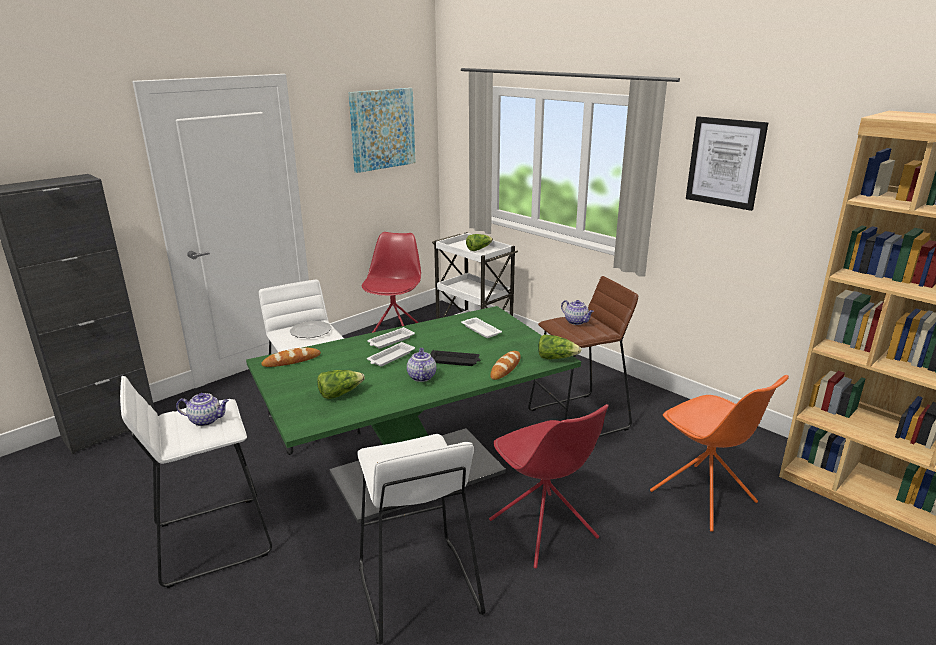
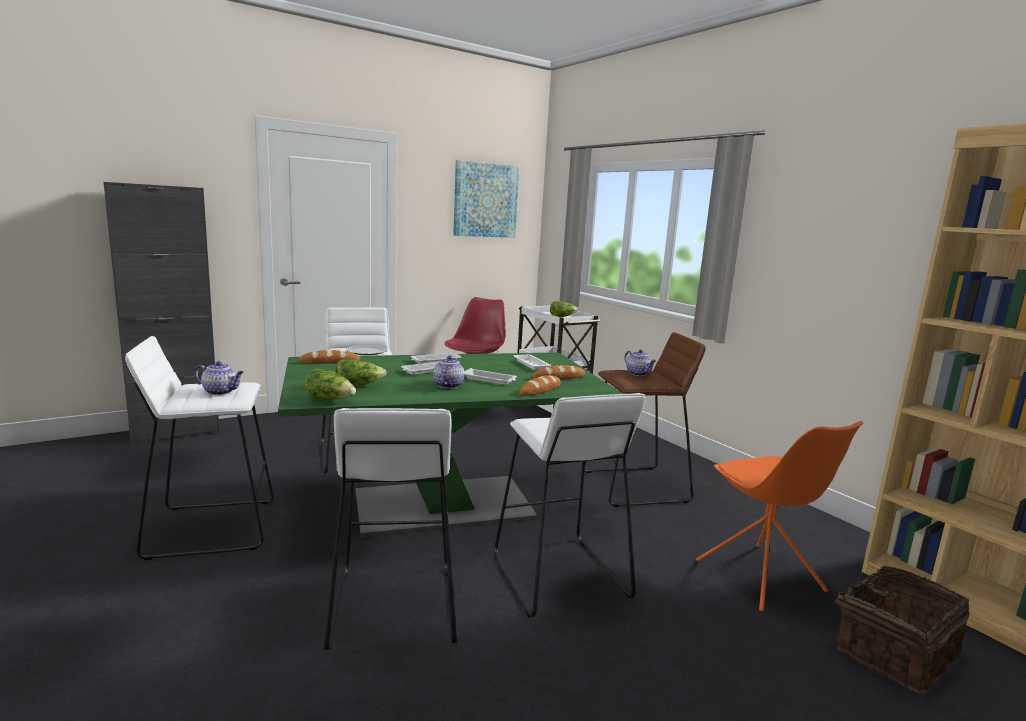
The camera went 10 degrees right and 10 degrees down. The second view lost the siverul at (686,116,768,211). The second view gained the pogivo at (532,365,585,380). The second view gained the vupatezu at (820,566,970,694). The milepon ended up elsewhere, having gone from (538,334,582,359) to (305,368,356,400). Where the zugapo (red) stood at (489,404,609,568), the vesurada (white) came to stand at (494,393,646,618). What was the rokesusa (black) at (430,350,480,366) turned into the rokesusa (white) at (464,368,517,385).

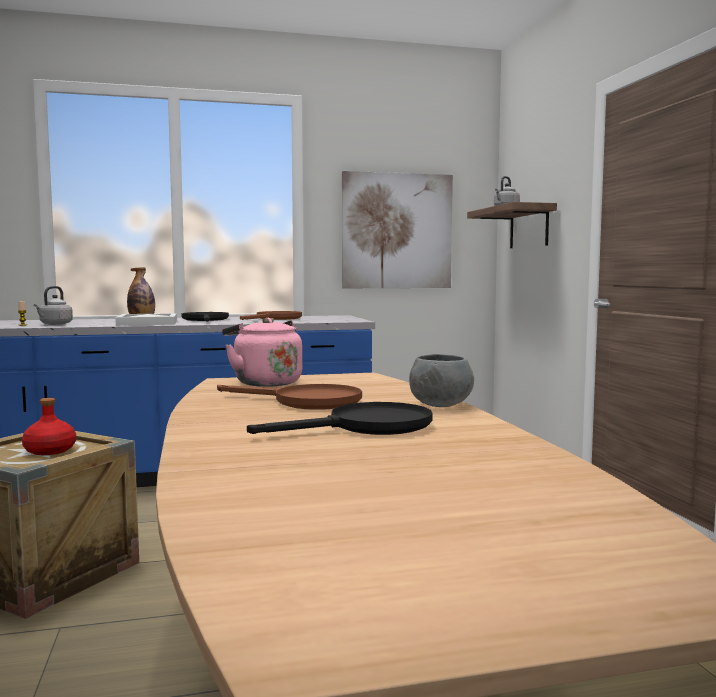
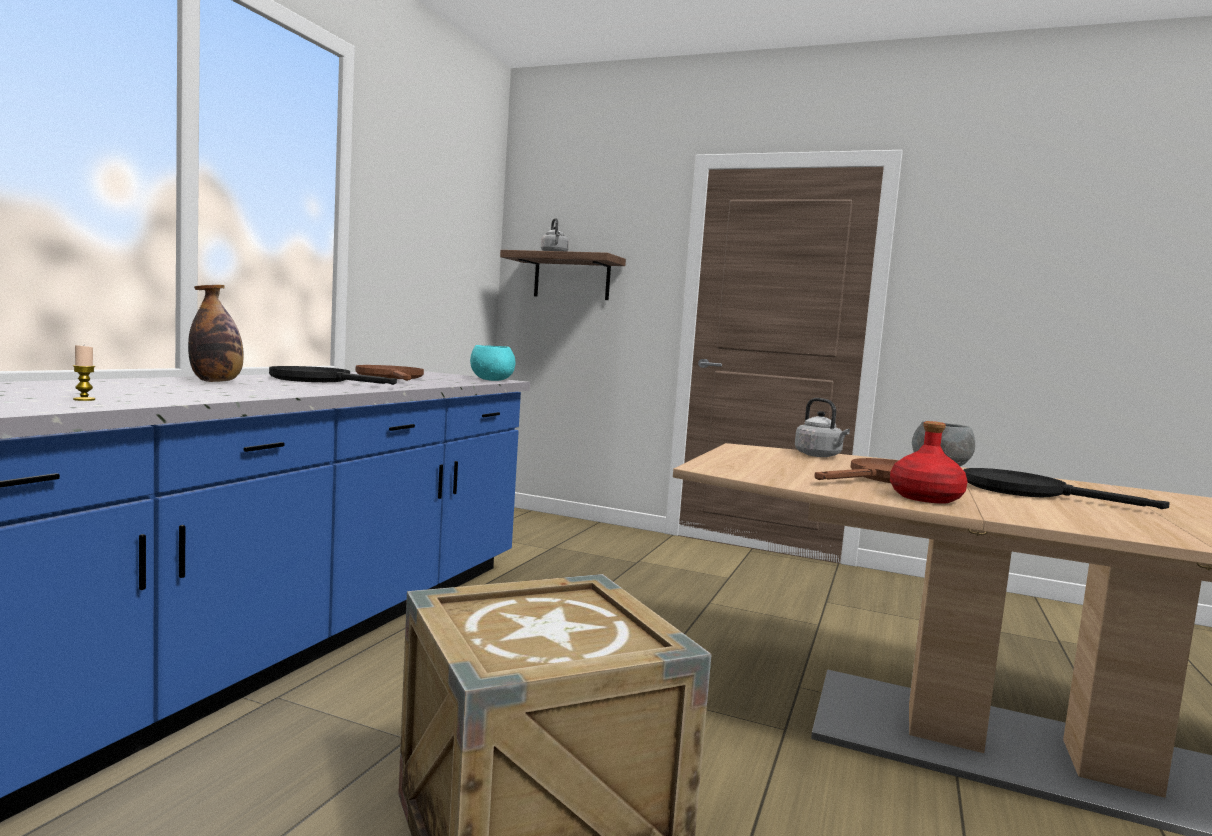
The camera went 55 degrees left and 0 degrees up. The second view lost the rokesusa (white) at (115,313,177,326). The second view lost the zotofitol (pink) at (222,318,302,387). The second view lost the siverul at (342,171,453,288). The second view gained the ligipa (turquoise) at (470,345,515,381). The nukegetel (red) ended up elsewhere, having gone from (22,398,76,455) to (890,421,968,504). The zotofitol (grey) ended up elsewhere, having gone from (34,286,73,325) to (795,398,850,457). The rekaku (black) at (247,402,432,435) ended up facing another way, 60 degrees counterclockwise from before.

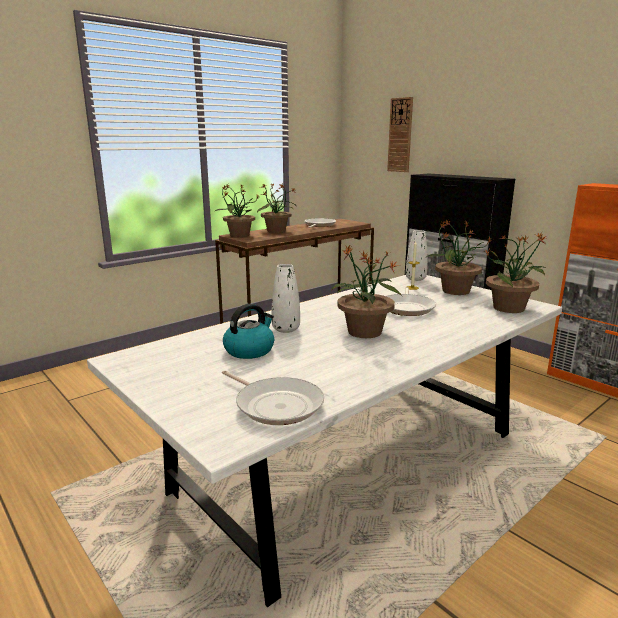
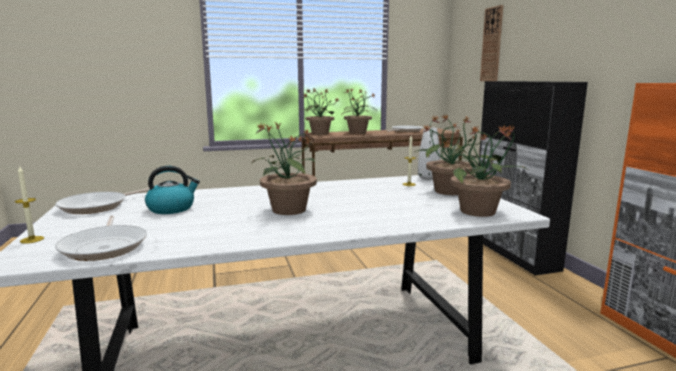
The camera went 25 degrees right and 5 degrees down. The second view lost the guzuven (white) at (272,264,300,333). The second view gained the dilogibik at (15,165,44,244). The rekaku ended up elsewhere, having gone from (386,287,436,316) to (55,188,150,214).

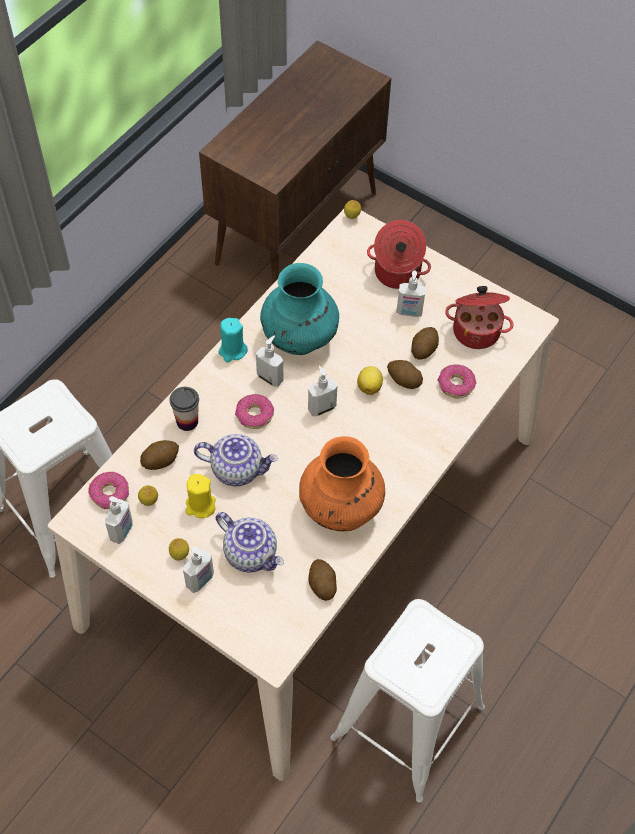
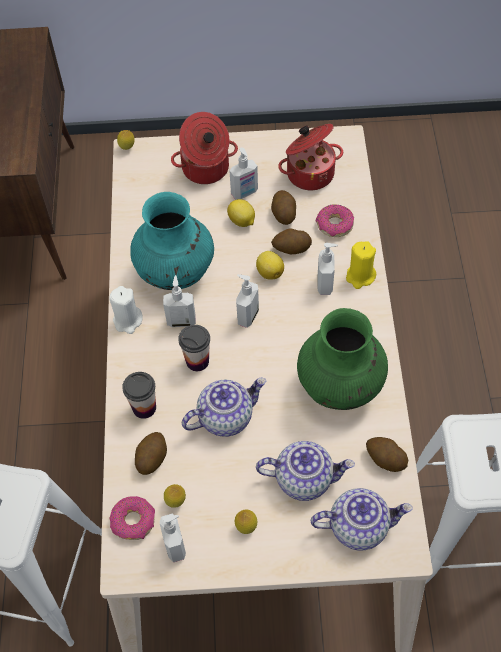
The camera went 35 degrees left and 0 degrees up. The second view gained the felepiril at (227,199,255,227). The second view gained the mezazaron at (311,488,413,551). The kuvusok ended up elsewhere, having gone from (183,547,214,593) to (318,243,338,295). The dilogibik (yellow) ended up elsewhere, having gone from (186,474,216,518) to (346,241,376,289). Where the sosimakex stood at (235,394,274,429), the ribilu came to stand at (178,325,210,371). What was the dilogibik (turquoise) at (218,318,248,362) turned into the dilogibik (white) at (109,286,143,334). What was the guzuven (orange) at (299,436,385,531) turned into the guzuven (green) at (297,308,388,410).

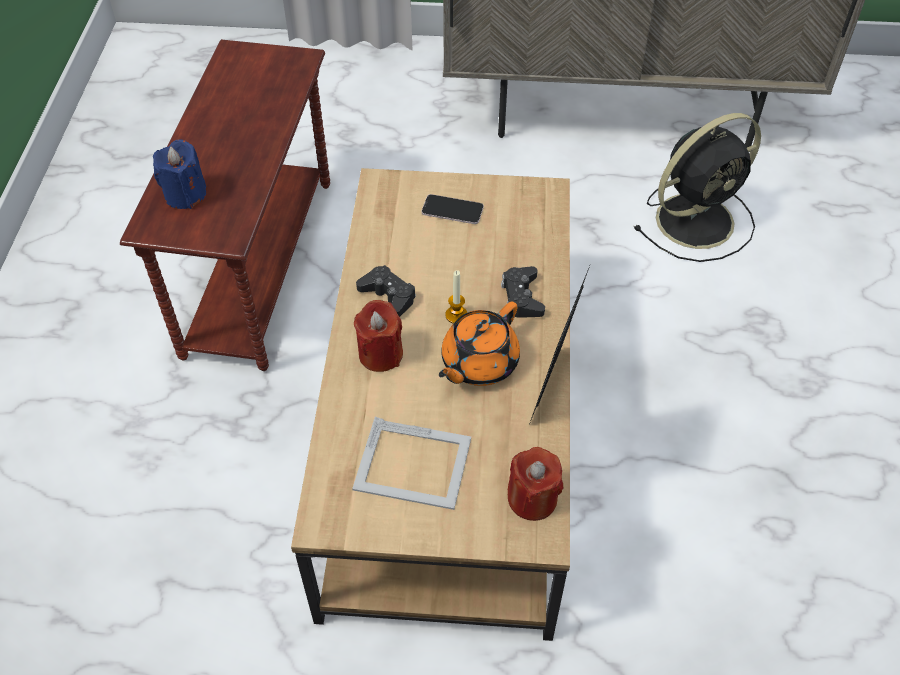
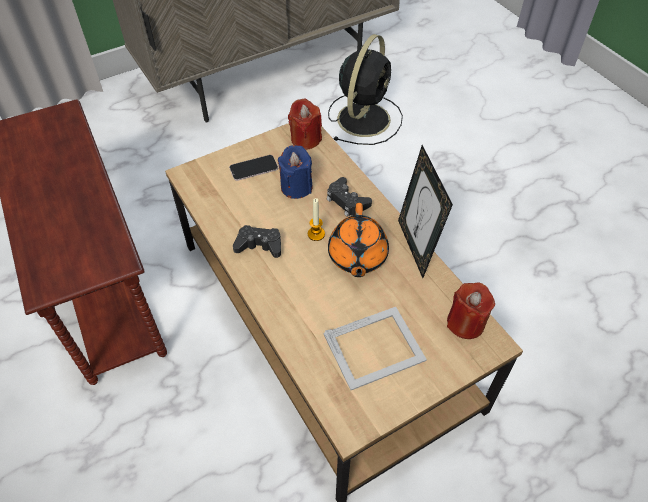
The camera went 35 degrees left and 0 degrees up. The dilogibik (blue) ended up elsewhere, having gone from (153,140,206,209) to (278,145,312,199). The dilogibik (red) ended up elsewhere, having gone from (354,300,403,372) to (288,99,322,150).

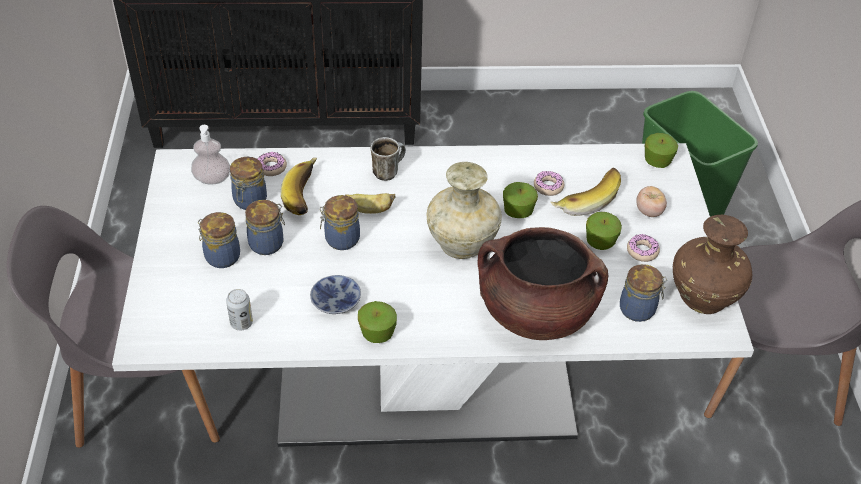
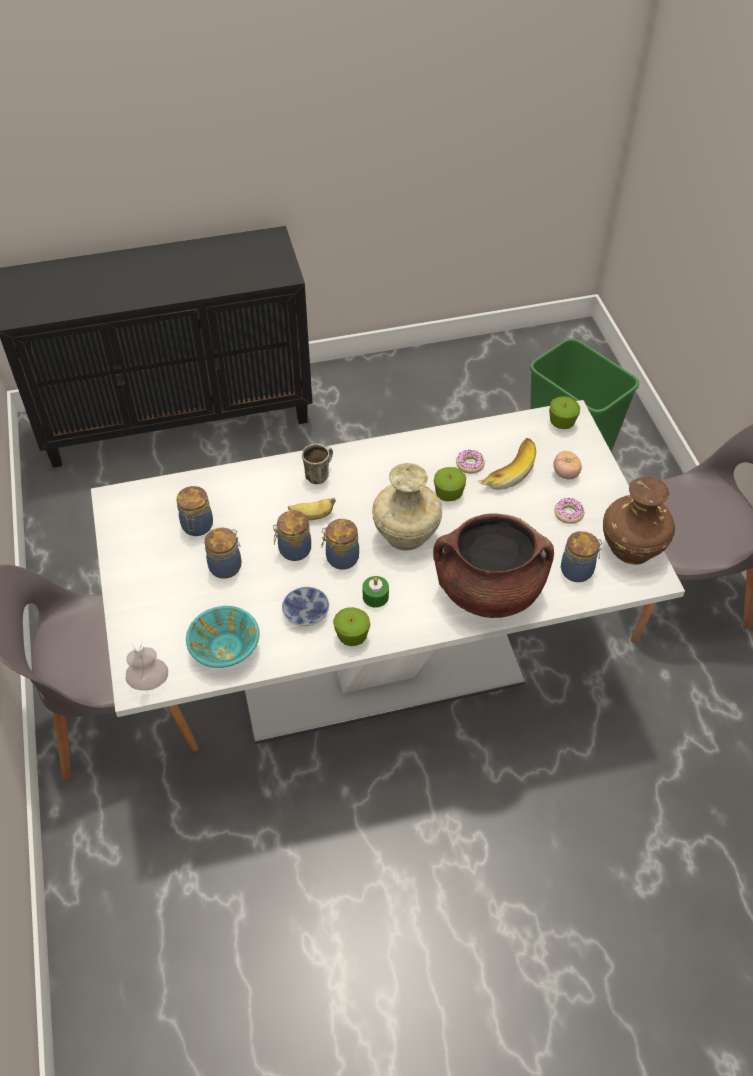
The camera went 10 degrees left and 5 degrees up. The second view lost the sosimakex at (257,152,287,176). The second view lost the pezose at (281,158,317,215). The second view lost the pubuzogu at (586,212,622,250). The second view gained the dilogibik (green) at (363,576,389,608). The kuvusok ended up elsewhere, having gone from (191,125,230,185) to (126,638,168,691). The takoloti ended up elsewhere, having gone from (198,212,240,268) to (322,519,359,570). Where the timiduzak stood at (226,289,253,330), the ligipa (turquoise) came to stand at (186,606,260,668).

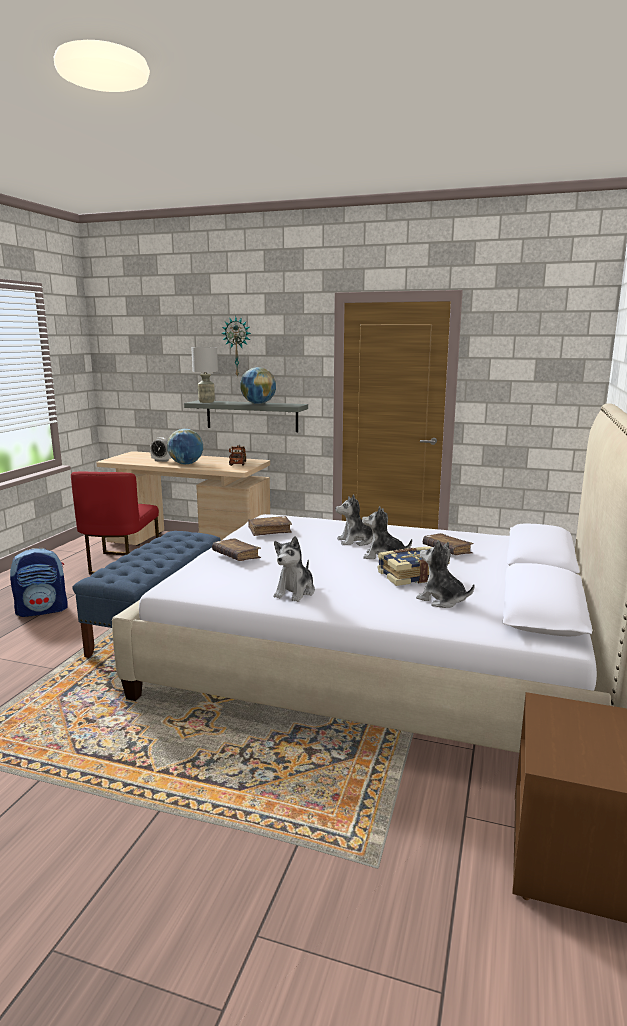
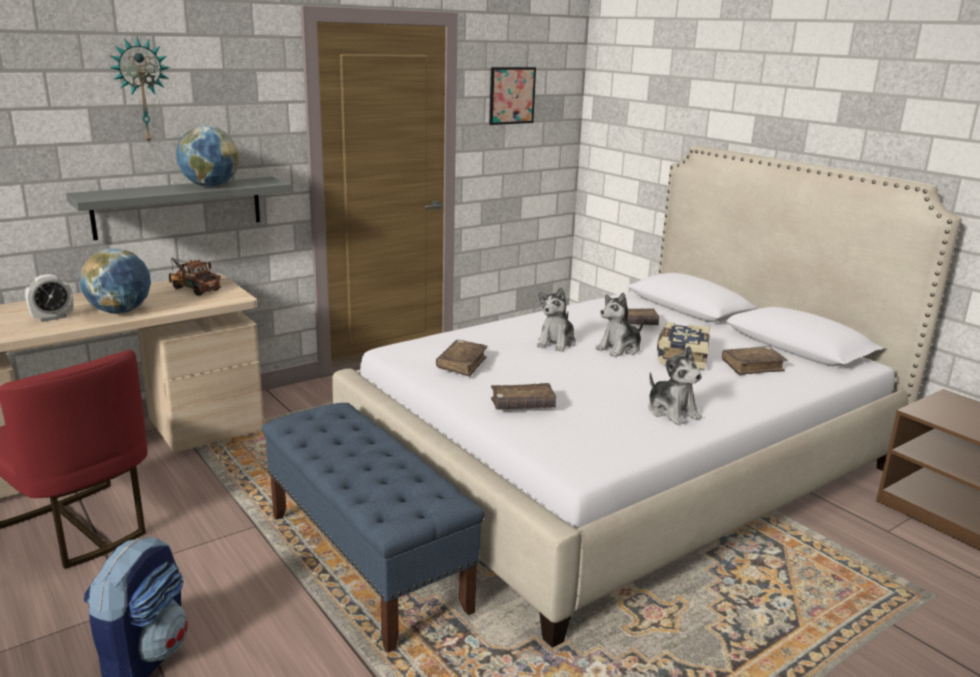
The camera went 55 degrees left and 5 degrees up. The second view lost the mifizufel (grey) at (191,347,218,403). The second view gained the siverul at (489,67,536,125). Where the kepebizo stood at (416,540,475,608), the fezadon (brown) came to stand at (722,346,787,375).

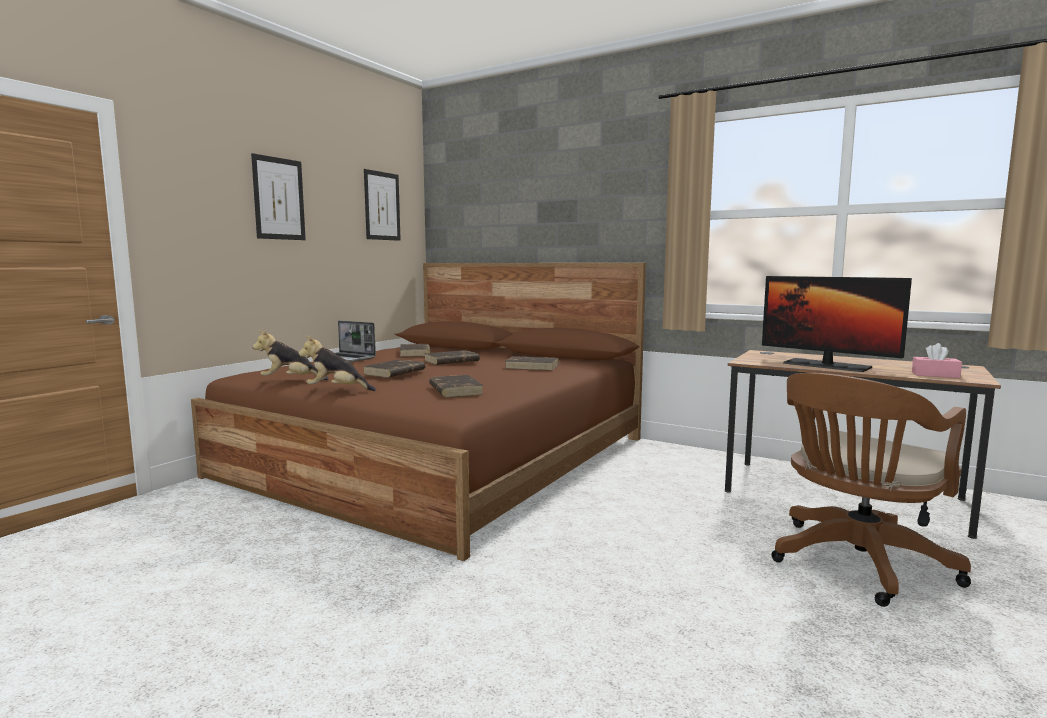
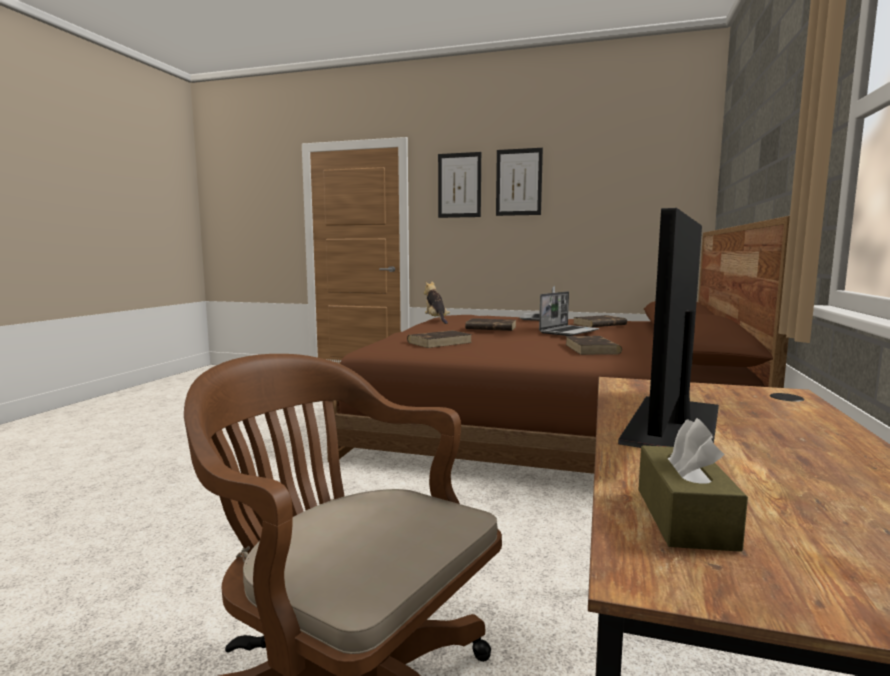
The camera went 75 degrees right and 0 degrees up. The second view lost the kepebizo at (299,336,376,391). The siverul ended up elsewhere, having gone from (364,169,401,241) to (438,152,481,218). Where the fezadon (brown) stood at (425,350,480,365), the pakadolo came to stand at (539,291,599,336). What was the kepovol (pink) at (912,343,962,378) turned into the kepovol (brown) at (639,418,748,552).

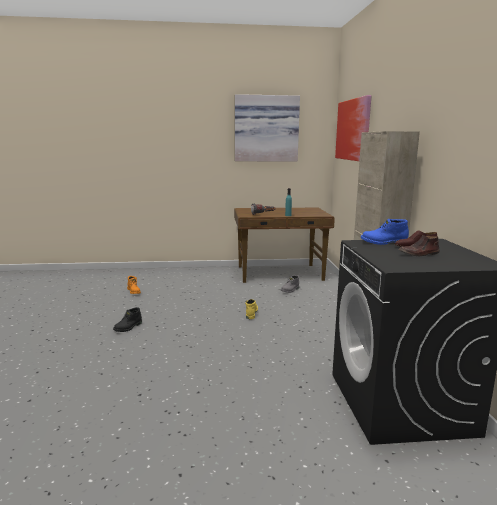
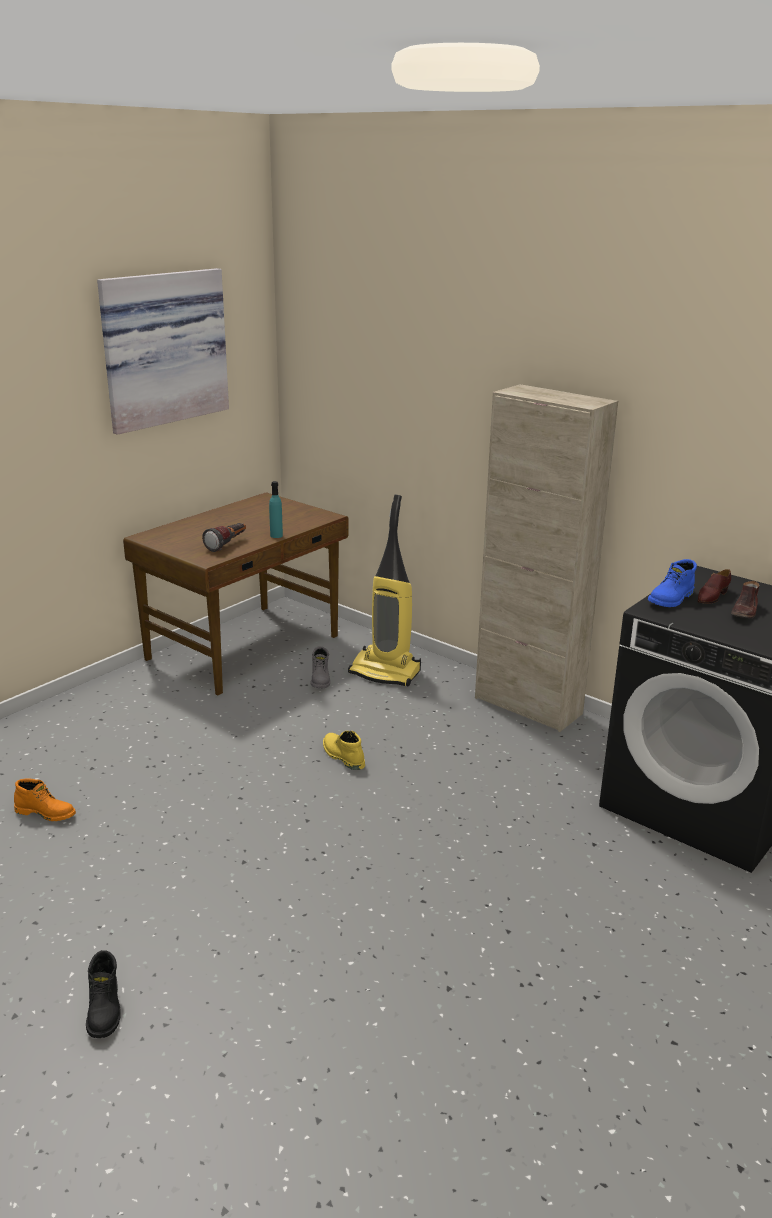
The camera went 45 degrees left and 10 degrees up. The second view lost the siverul at (335,95,372,161). The second view gained the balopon at (348,495,421,687). The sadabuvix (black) ended up elsewhere, having gone from (113,307,142,332) to (86,950,121,1038).

